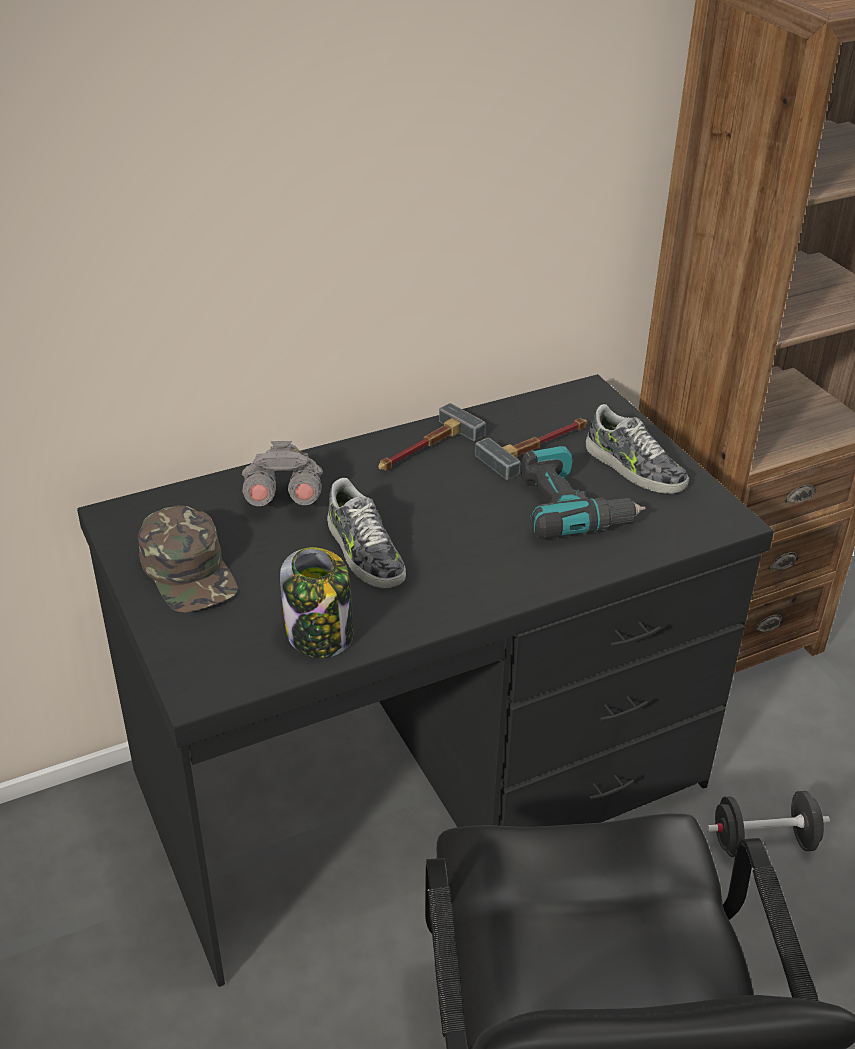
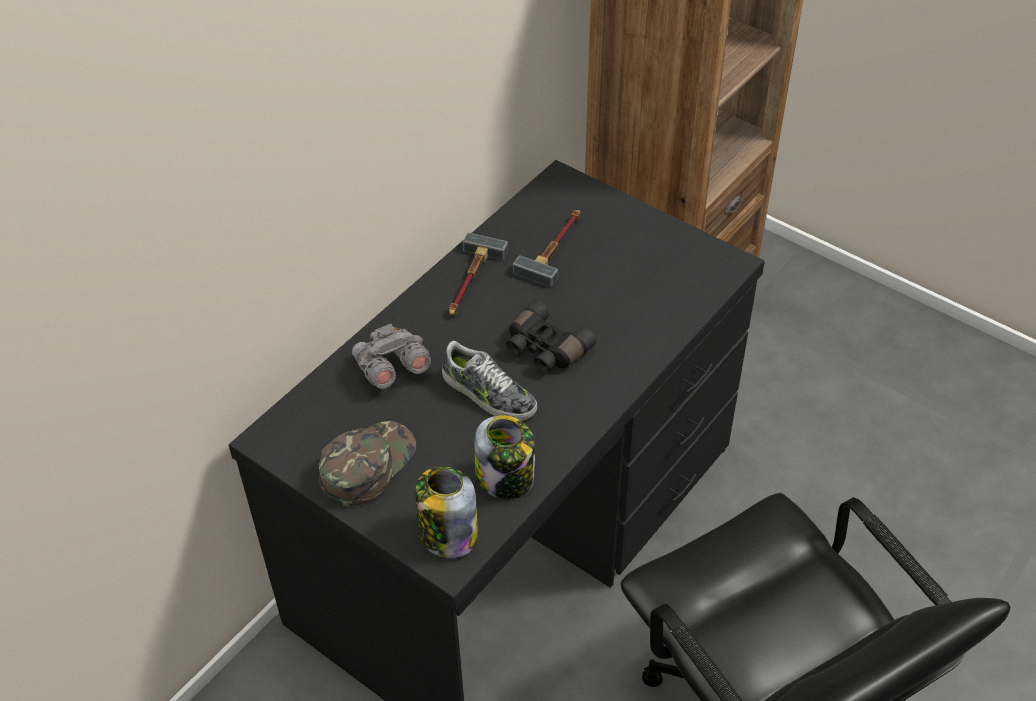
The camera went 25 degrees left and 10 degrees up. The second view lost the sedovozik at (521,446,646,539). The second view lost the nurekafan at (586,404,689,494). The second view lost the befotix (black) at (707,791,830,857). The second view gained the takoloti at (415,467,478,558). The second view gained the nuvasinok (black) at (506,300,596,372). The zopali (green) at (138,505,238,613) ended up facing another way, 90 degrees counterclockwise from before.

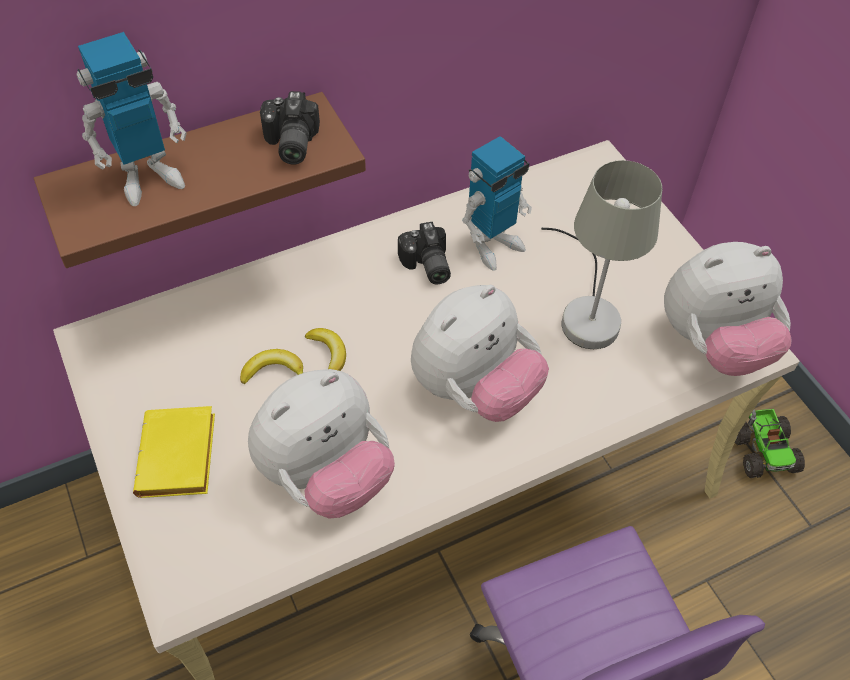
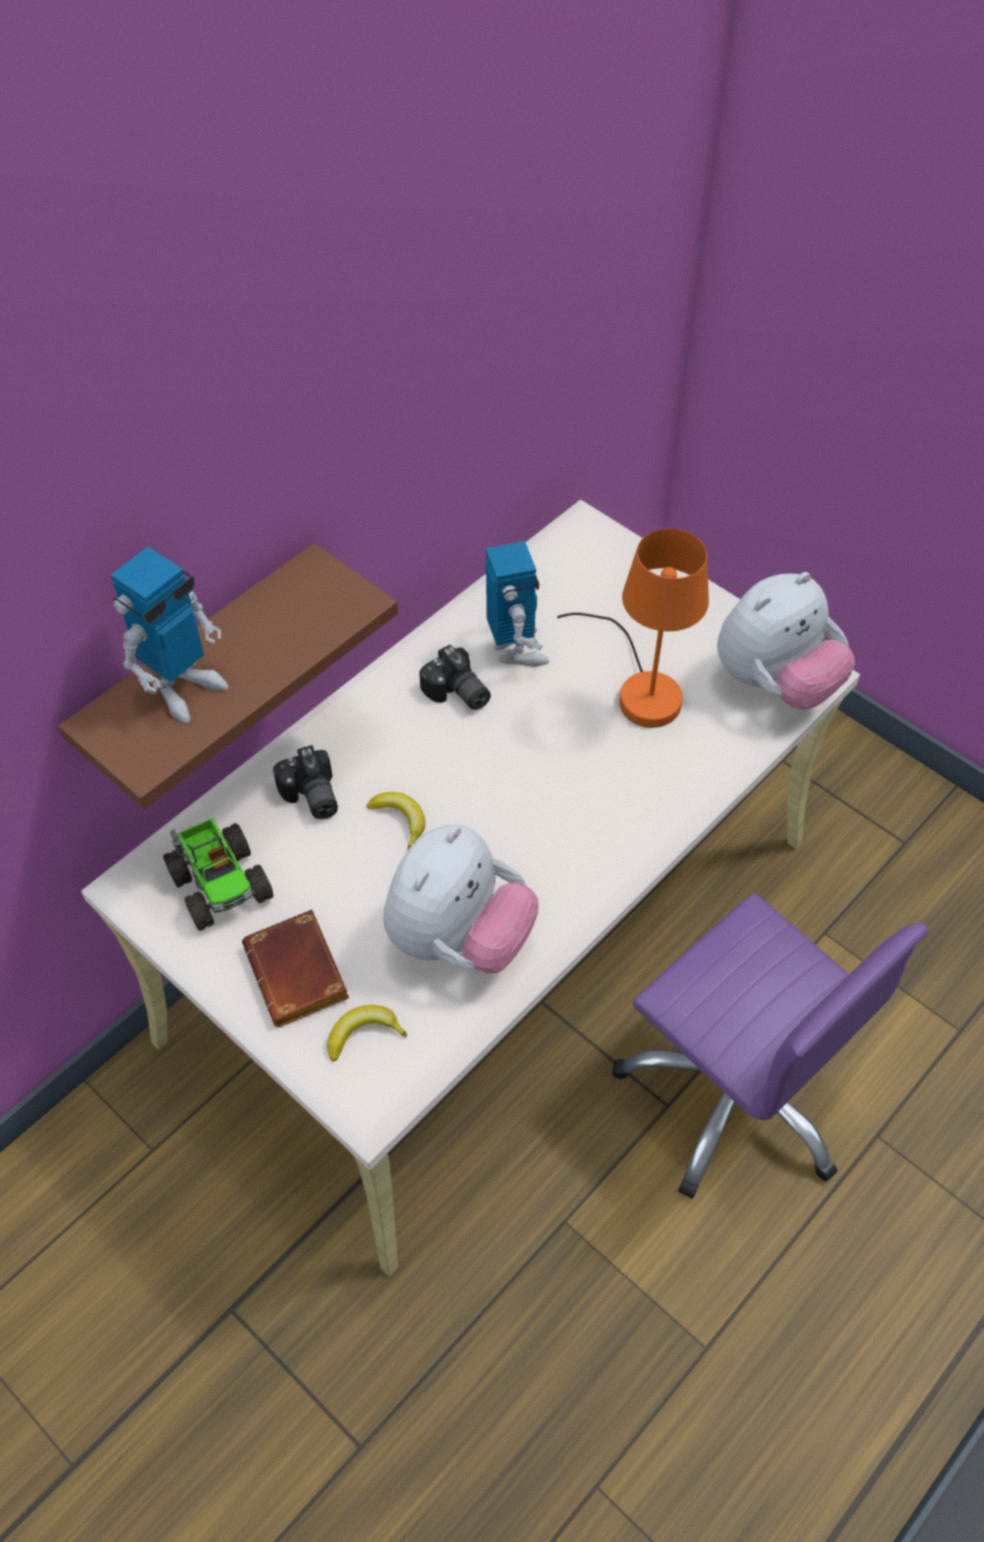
The camera went 20 degrees left and 0 degrees up. The second view lost the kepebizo at (411,285,549,422). The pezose ended up elsewhere, having gone from (240,349,303,384) to (327,1005,407,1061). The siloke ended up elsewhere, having gone from (260,91,320,165) to (273,745,338,820). The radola ended up elsewhere, having gone from (735,409,805,478) to (163,818,274,931). What was the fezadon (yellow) at (133,406,215,498) turned into the fezadon (brown) at (242,910,349,1027). What was the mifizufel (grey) at (541,160,663,349) turned into the mifizufel (orange) at (557,528,709,728). The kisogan at (462,136,532,271) ended up facing another way, 45 degrees counterclockwise from before.

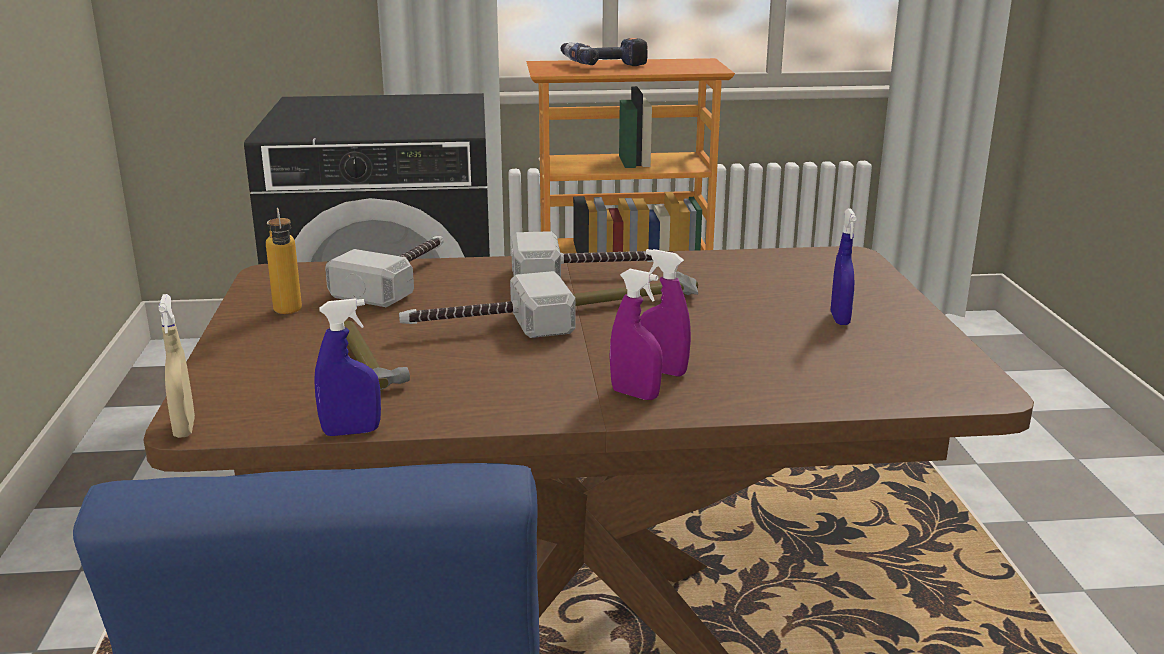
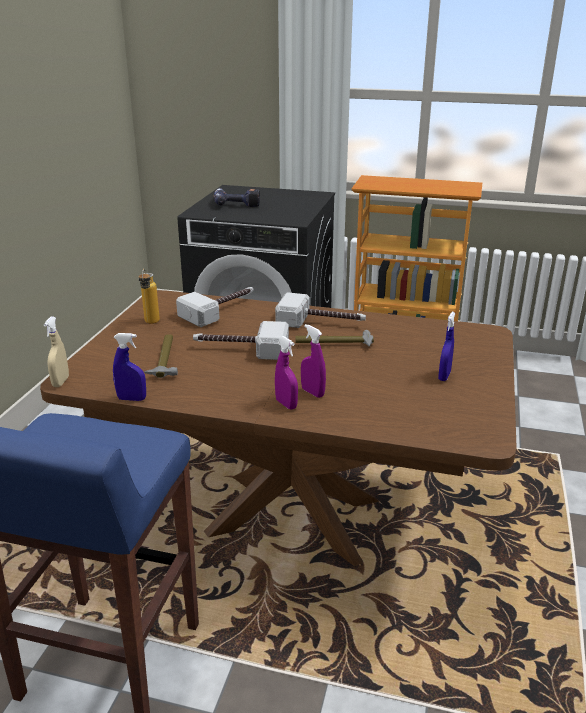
The camera went 20 degrees right and 5 degrees up. The sedovozik ended up elsewhere, having gone from (561,38,648,66) to (214,188,260,207).

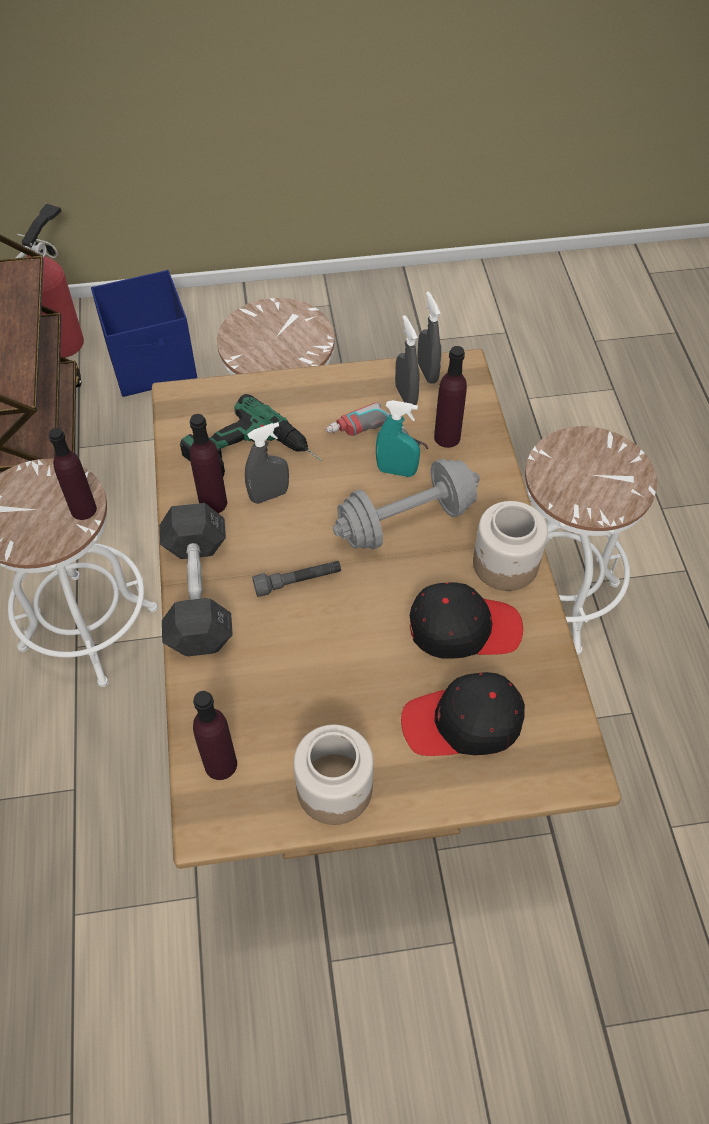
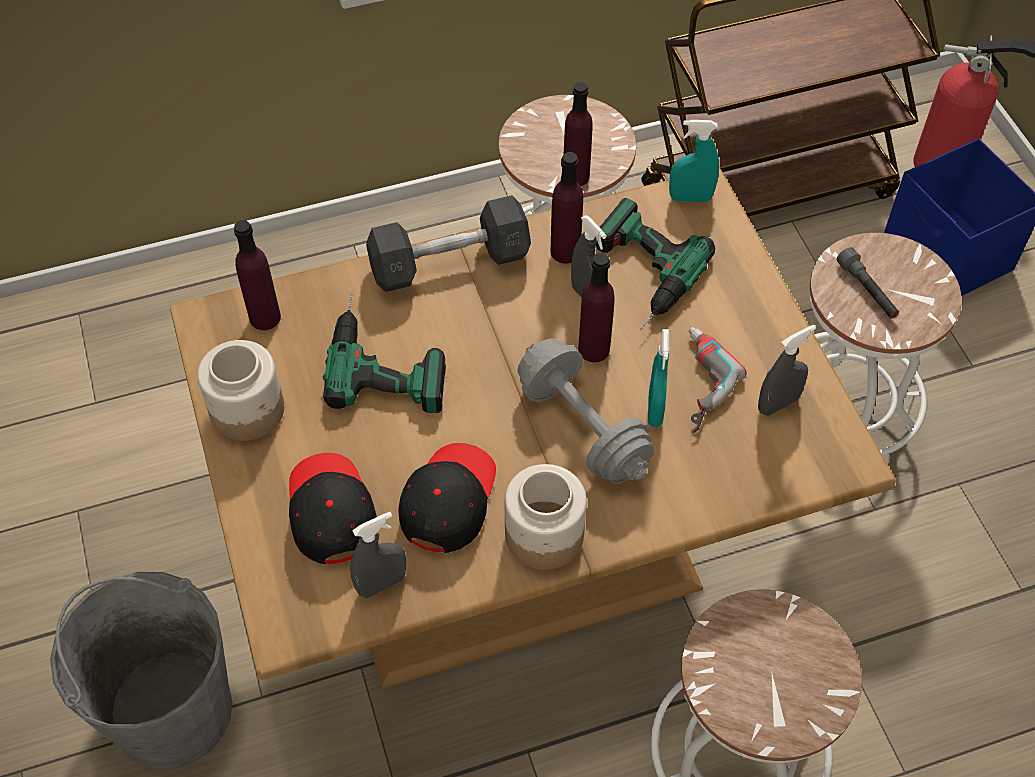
The camera went 80 degrees right and 0 degrees up. The second view gained the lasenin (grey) at (50,572,233,769). The second view gained the sedovozik at (323,293,446,413). The second view gained the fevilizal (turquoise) at (669,120,719,202). The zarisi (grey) ended up elsewhere, having gone from (252,561,341,597) to (837,247,899,318). The fevilizal (grey) ended up elsewhere, having gone from (417,291,441,384) to (350,512,406,598). The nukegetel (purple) ended up elsewhere, having gone from (434,346,467,448) to (578,253,615,362). The zopali (black) at (410,583,523,659) ended up facing another way, 150 degrees counterclockwise from before.

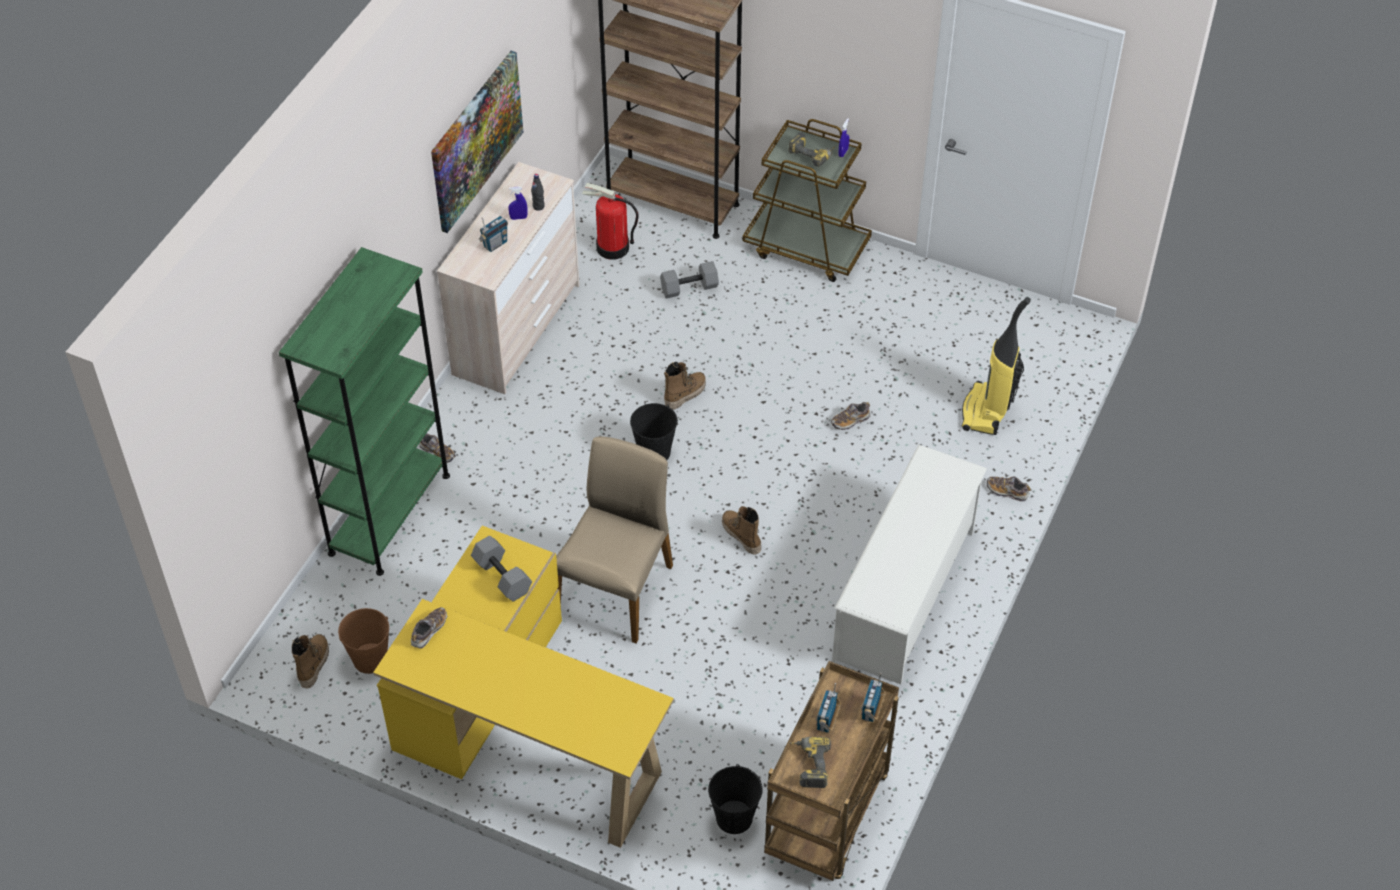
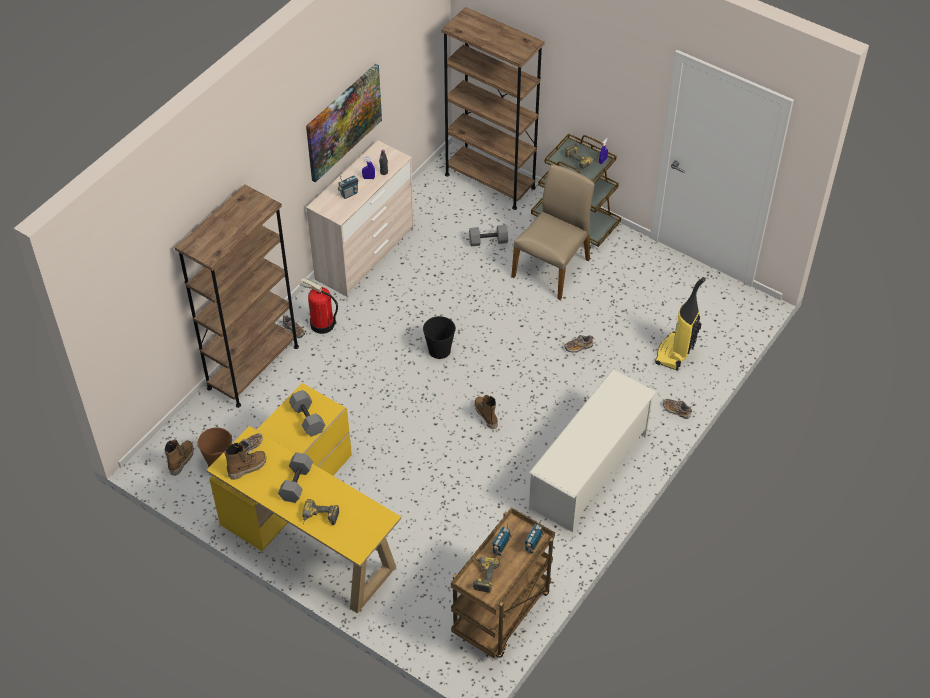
The camera went 10 degrees right and 0 degrees up. The second view lost the lasenin (black) at (708,764,763,834). The second view gained the befotix (grey) at (278,452,313,503). The second view gained the sedovozik at (302,499,339,525). The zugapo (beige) ended up elsewhere, having gone from (556,436,673,644) to (511,165,595,300). The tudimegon ended up elsewhere, having gone from (582,183,639,260) to (299,278,338,334). The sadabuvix ended up elsewhere, having gone from (664,362,706,410) to (224,443,266,480). What was the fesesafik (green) at (279,247,450,576) turned into the fesesafik (brown) at (175,185,299,408).

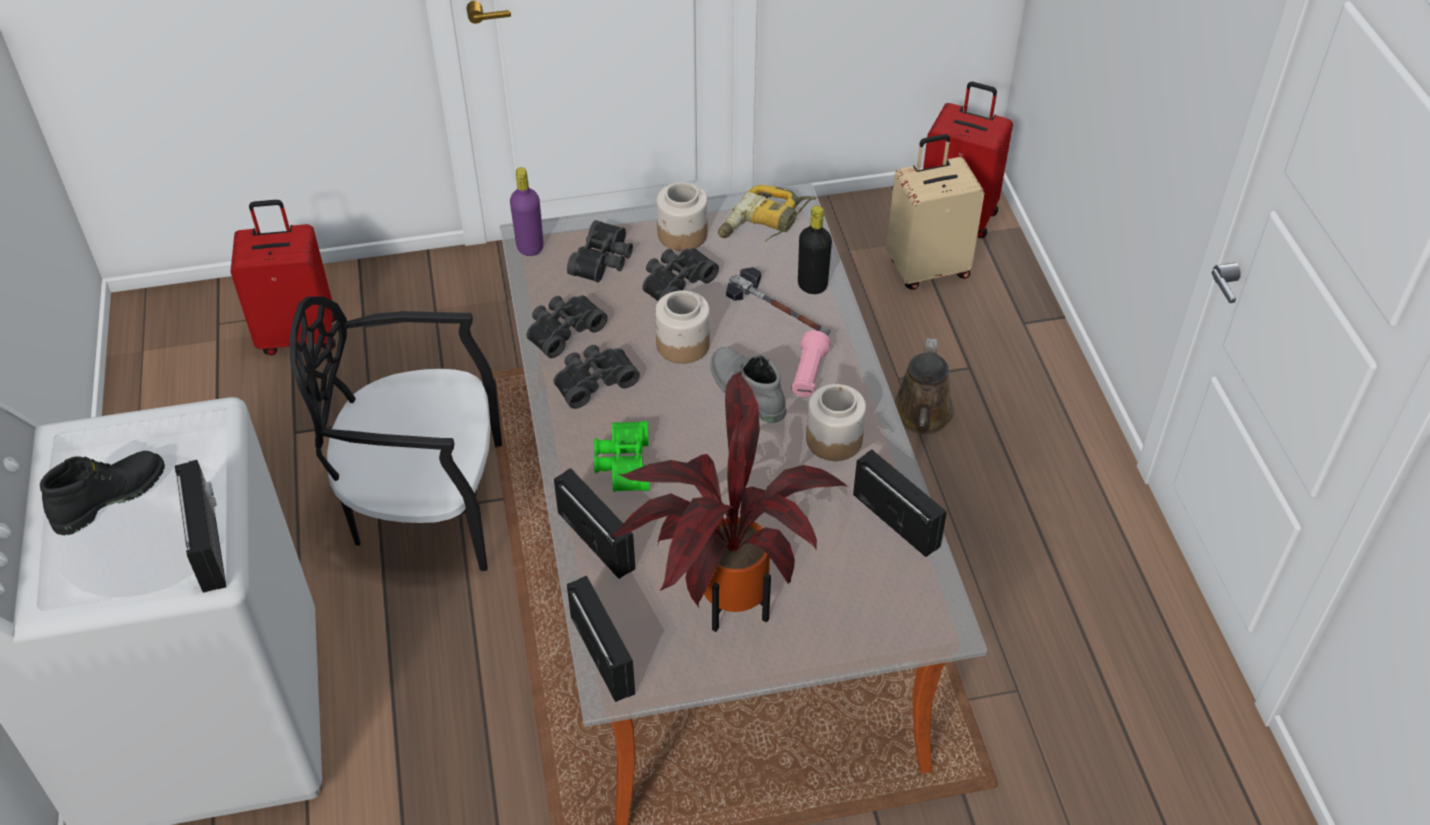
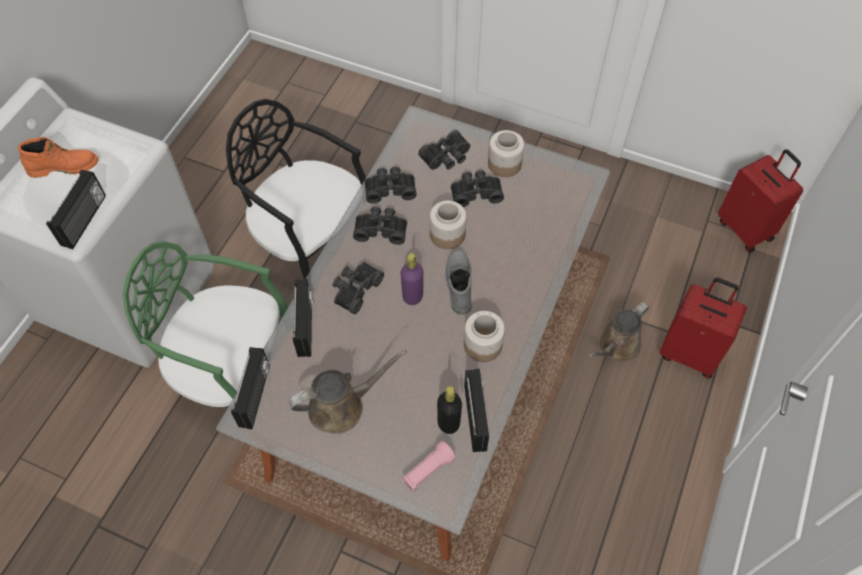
The camera went 35 degrees right and 10 degrees up. The second view lost the sedovozik at (718,185,816,242). The second view lost the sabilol at (726,267,831,336). The second view lost the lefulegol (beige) at (886,134,985,290). The second view gained the zugapo (green) at (122,241,288,407). The lefulegol (red) ended up elsewhere, having gone from (230,200,336,355) to (660,278,747,378). The nukegetel (purple) ended up elsewhere, having gone from (510,167,544,256) to (401,253,423,305). The zarisi (pink) ended up elsewhere, having gone from (791,330,831,398) to (402,441,456,492). The nukegetel (black) ended up elsewhere, having gone from (798,206,832,294) to (437,386,462,434). Where the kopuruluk stood at (611,371,848,632), the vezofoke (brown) came to stand at (289,350,407,434). What was the sadabuvix (black) at (40,451,165,535) turned into the sadabuvix (orange) at (18,137,98,178). What was the nuvasinok (green) at (594,421,649,492) turned into the nuvasinok (black) at (333,262,384,314).

